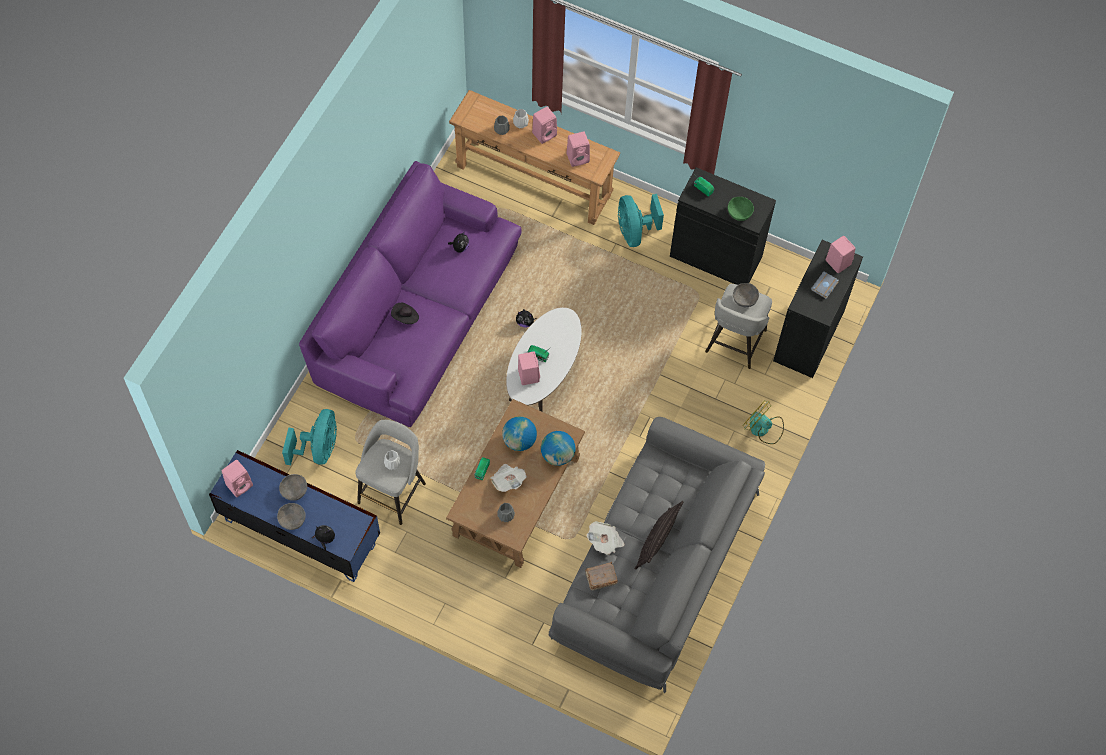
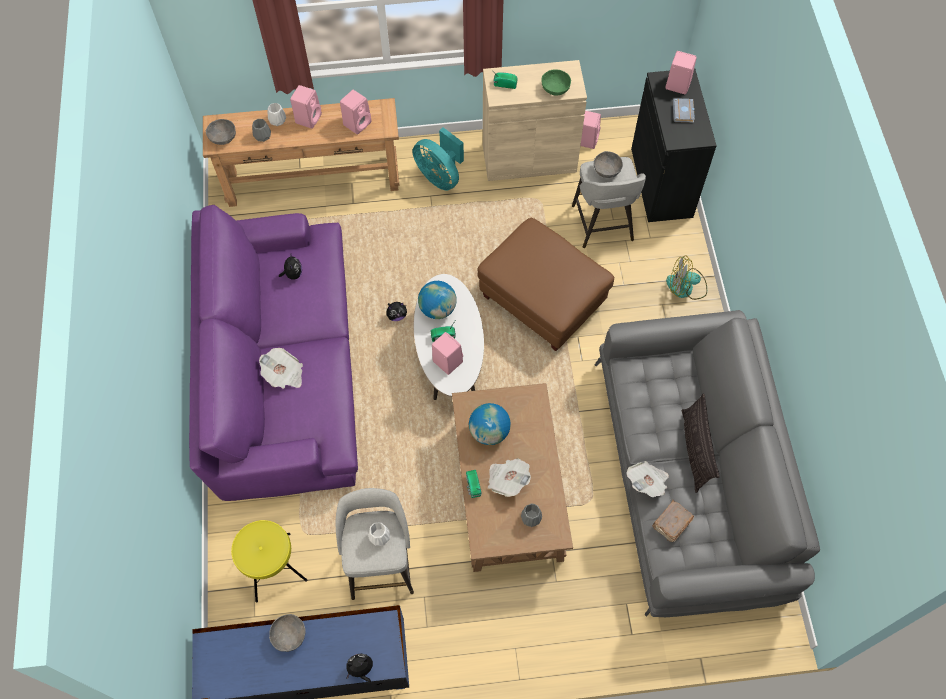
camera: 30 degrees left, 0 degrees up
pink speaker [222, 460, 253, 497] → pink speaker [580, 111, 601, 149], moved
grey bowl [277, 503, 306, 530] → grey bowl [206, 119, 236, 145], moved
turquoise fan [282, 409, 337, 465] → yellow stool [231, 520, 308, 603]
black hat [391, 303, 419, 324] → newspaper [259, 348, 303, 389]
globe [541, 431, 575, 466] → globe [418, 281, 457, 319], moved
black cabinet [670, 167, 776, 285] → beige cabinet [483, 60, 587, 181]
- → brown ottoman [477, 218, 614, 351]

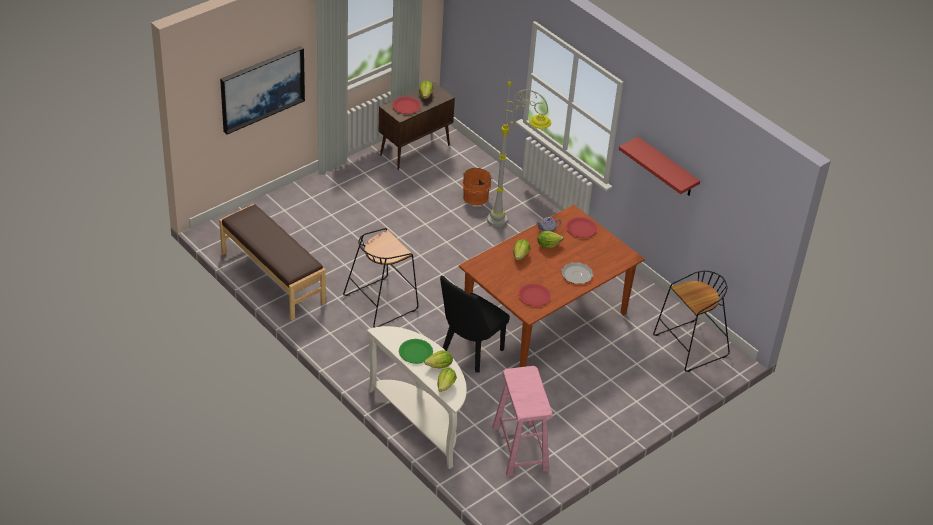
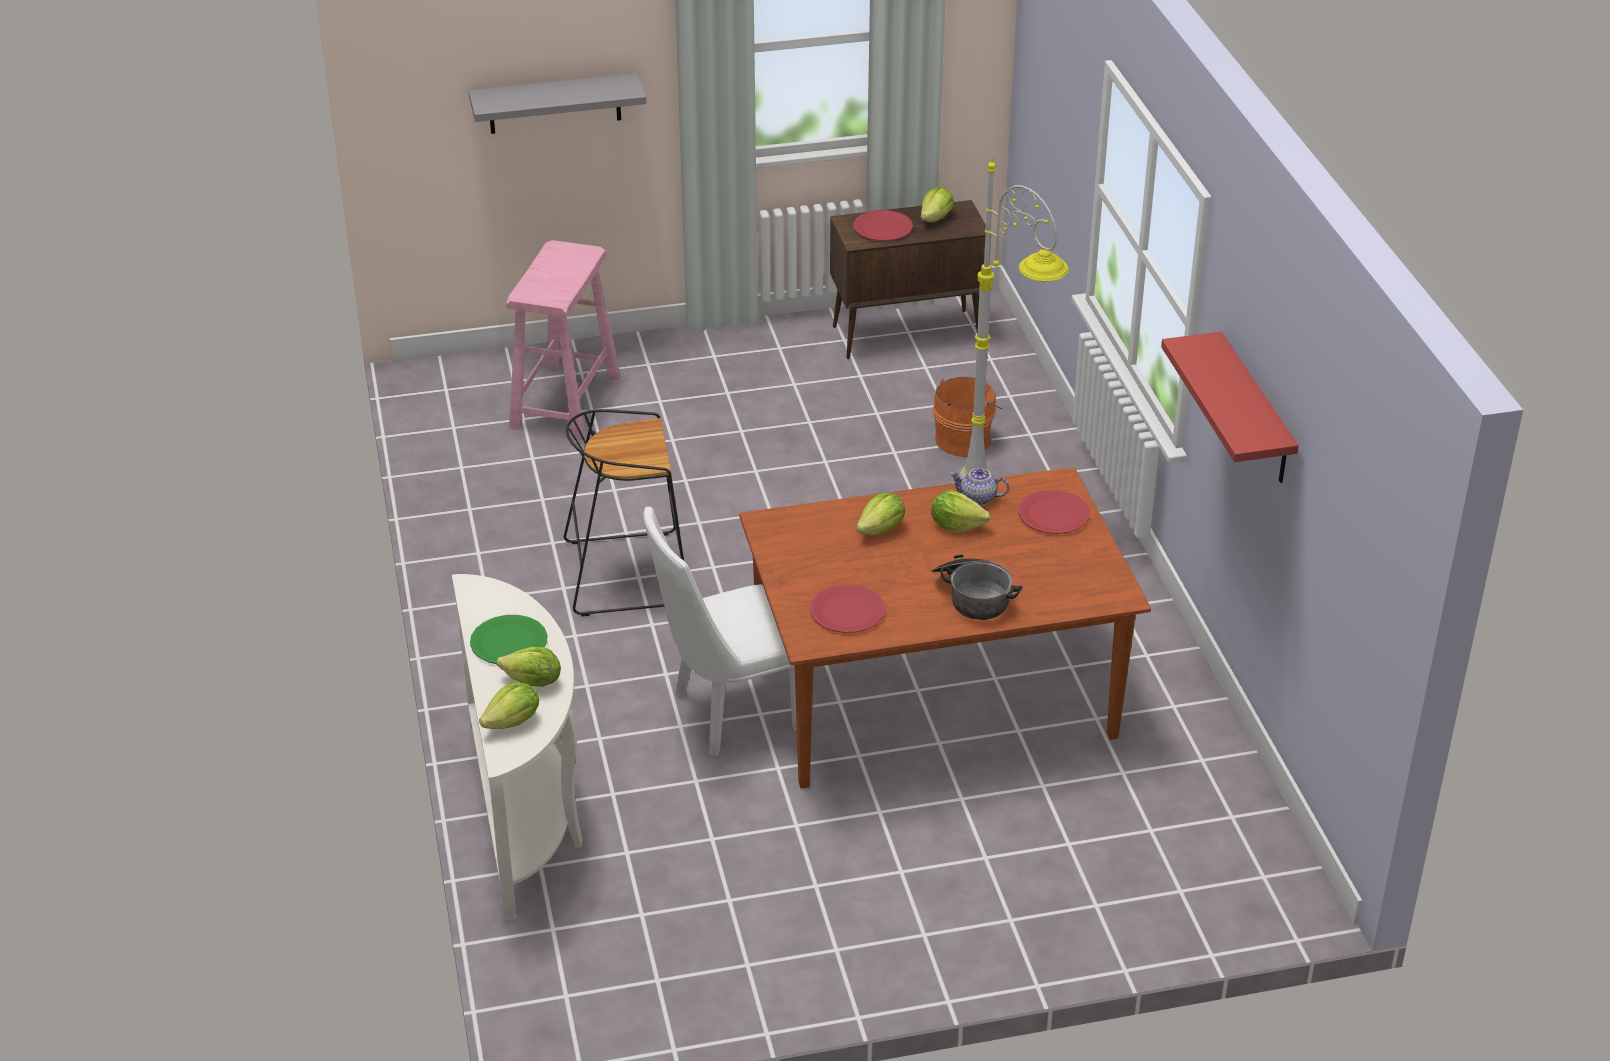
camera: 30 degrees right, 5 degrees down
brown bench [219, 204, 326, 321] → -
picture [220, 46, 305, 135] → grey shelf [468, 73, 646, 134]
black chair [440, 276, 510, 372] → white chair [643, 507, 797, 756]
pink stool [492, 366, 553, 476] → pink stool [506, 240, 621, 440], moved
plate [561, 262, 593, 284] → cooking pot [931, 554, 1023, 620]
black stool [653, 271, 730, 372] → -

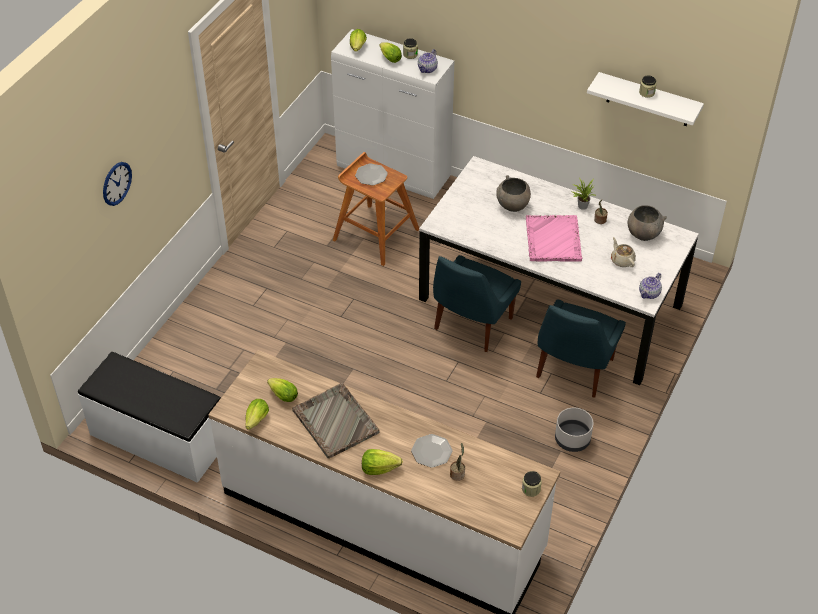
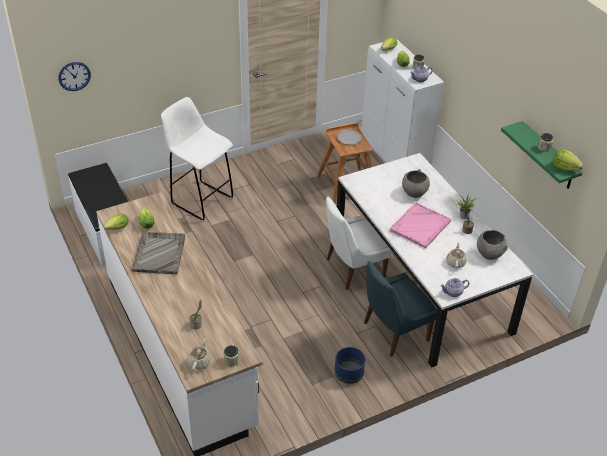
camera: 35 degrees right, 5 degrees down
wall clock [103, 162, 132, 206] → wall clock [58, 62, 91, 91], moved
lettuce [362, 449, 403, 475] → lettuce [553, 149, 584, 171], moved
plate [411, 434, 452, 468] → -
blue chair [433, 255, 521, 352] → white chair [326, 196, 392, 290]
grey planter [555, 408, 593, 452] → blue planter [335, 347, 365, 384]
white shelf [587, 72, 704, 126] → green shelf [501, 121, 582, 189]
- → white stool [161, 97, 233, 221]
- → beige teapot [187, 338, 211, 371]

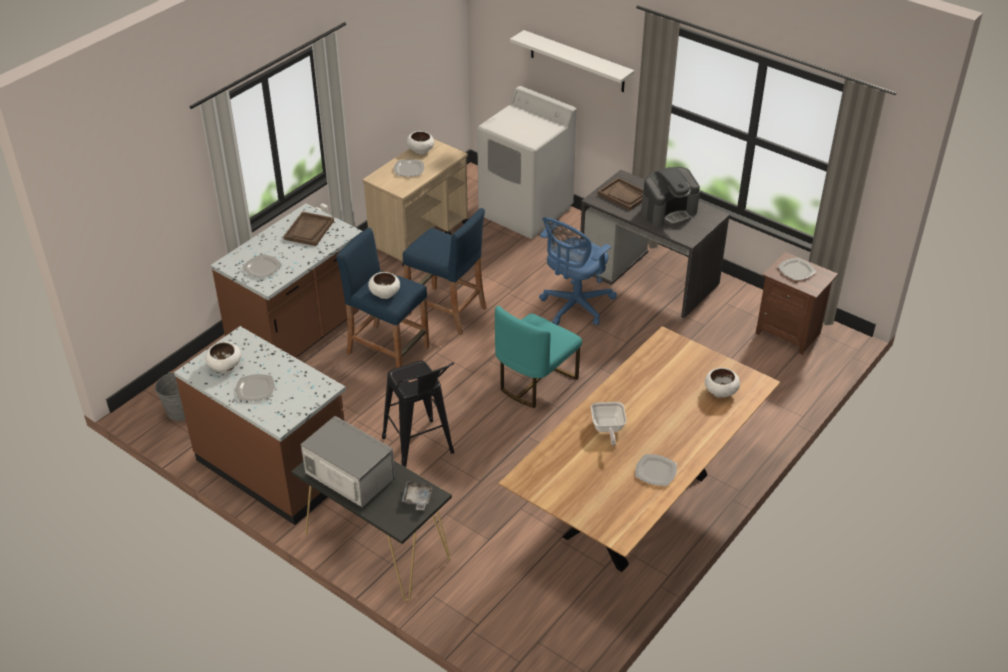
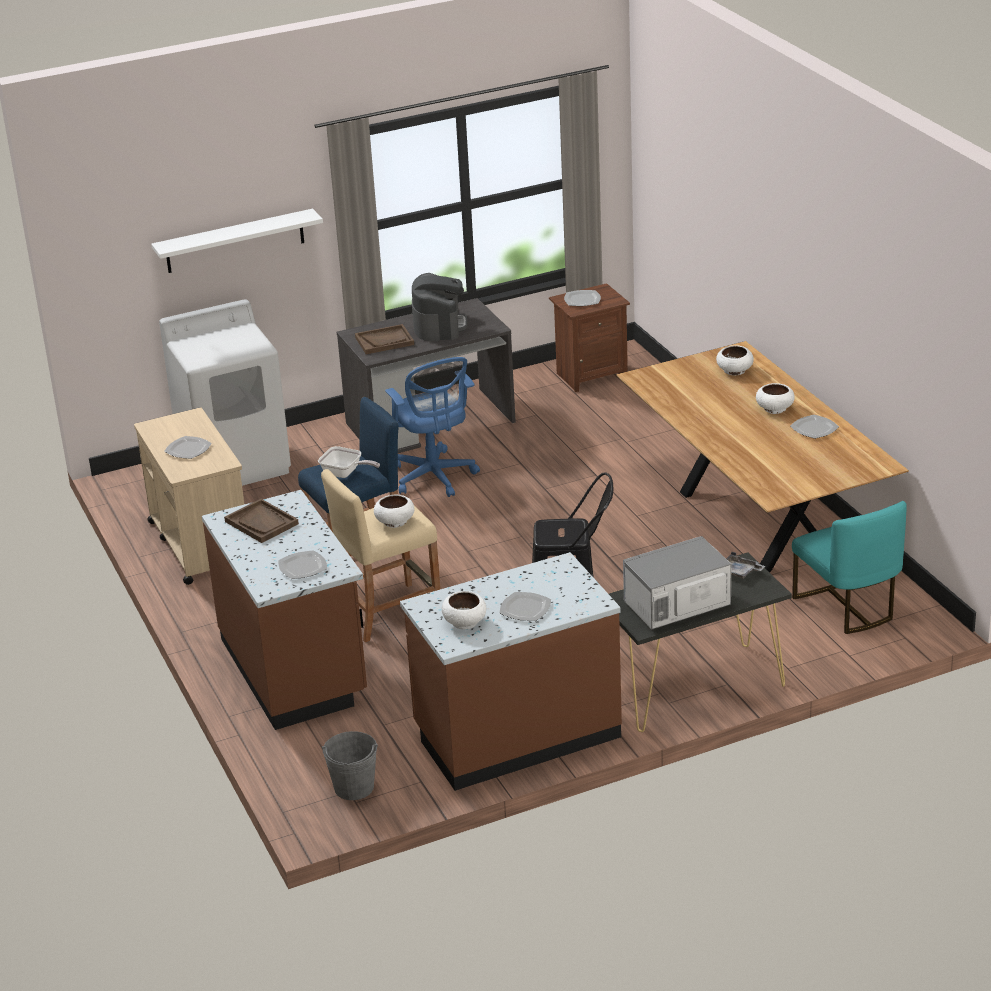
camera: 60 degrees left, 10 degrees down
blue stool [336, 228, 429, 368] → beige stool [321, 469, 440, 642]
white bowl [407, 131, 434, 154] → white bowl [756, 383, 795, 414], moved
turquoise chair [495, 306, 582, 408] → turquoise chair [792, 501, 906, 634], moved
frying pan [591, 402, 627, 446] → frying pan [318, 446, 380, 478], moved

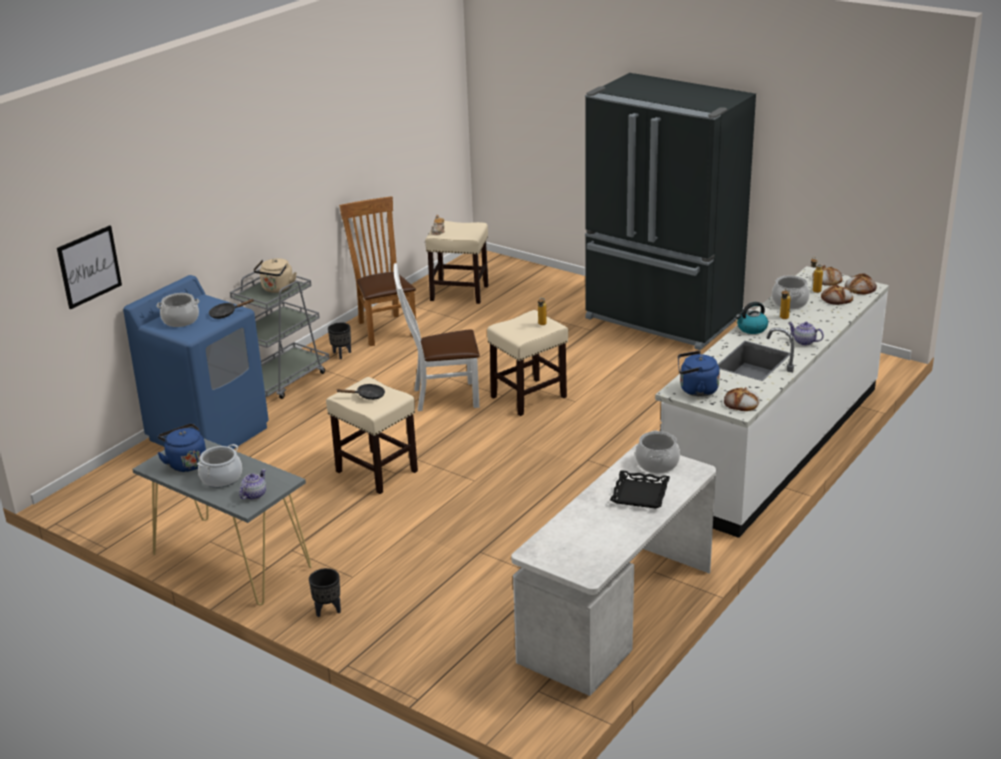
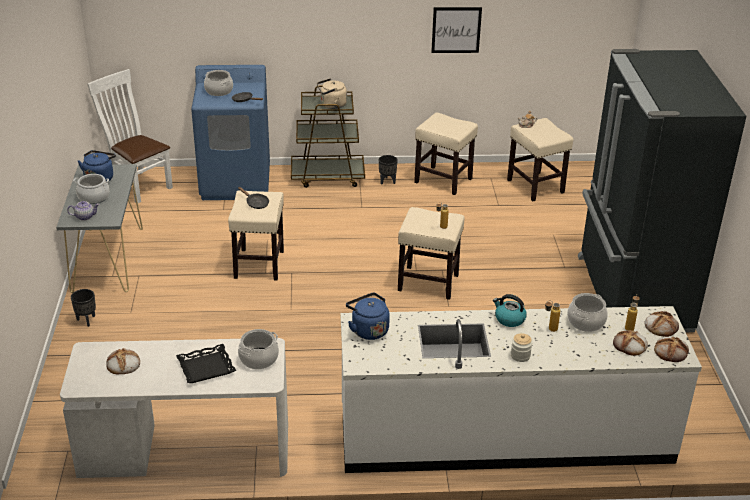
camera: 50 degrees right, 5 degrees up
picture [57, 225, 122, 309] → picture [431, 7, 482, 53], moved
grey cart [230, 269, 330, 399] → brown cart [291, 85, 365, 188]
brown chair [339, 196, 416, 346] → beige stool [414, 113, 478, 195]
white chair [394, 263, 480, 411] → white chair [88, 69, 173, 203], moved
bread [724, 387, 760, 411] → bread [106, 348, 140, 374], moved
teapot [788, 322, 824, 345] → jar [511, 333, 532, 362]

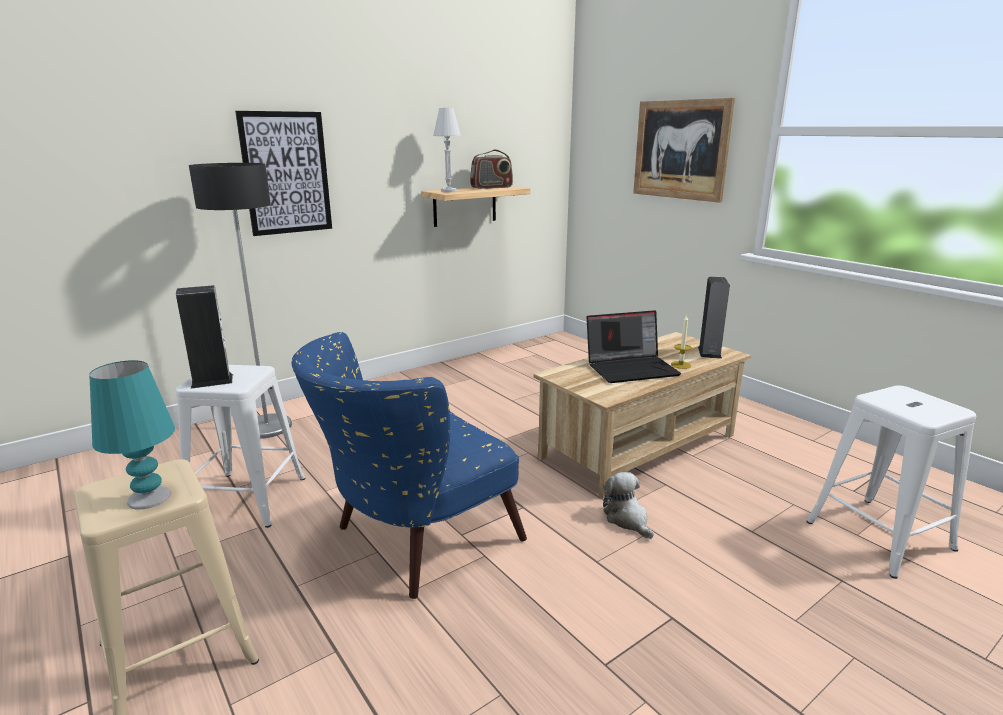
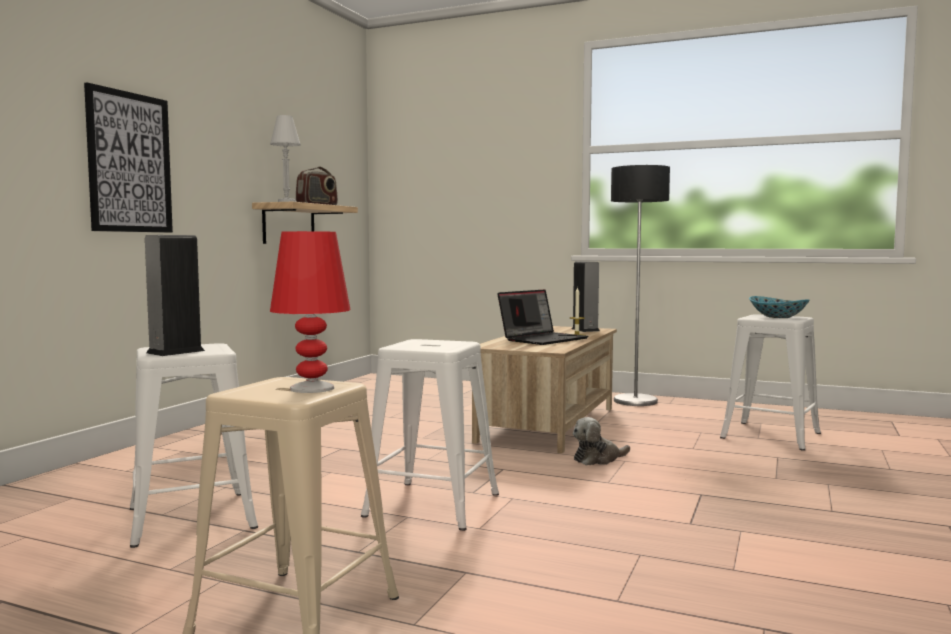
camera: 30 degrees left, 15 degrees down
turquoise table lamp [89, 360, 175, 510] → red table lamp [270, 231, 351, 393]
floor lamp [189, 163, 292, 439] → floor lamp [611, 165, 670, 406], moved
blue armchair [292, 332, 527, 599] → white stool [361, 339, 499, 531]
plush toy [603, 472, 654, 539] → plush toy [573, 417, 630, 465], 60 degrees counterclockwise
picture [633, 98, 735, 203] → -
- → bowl [749, 296, 810, 318]

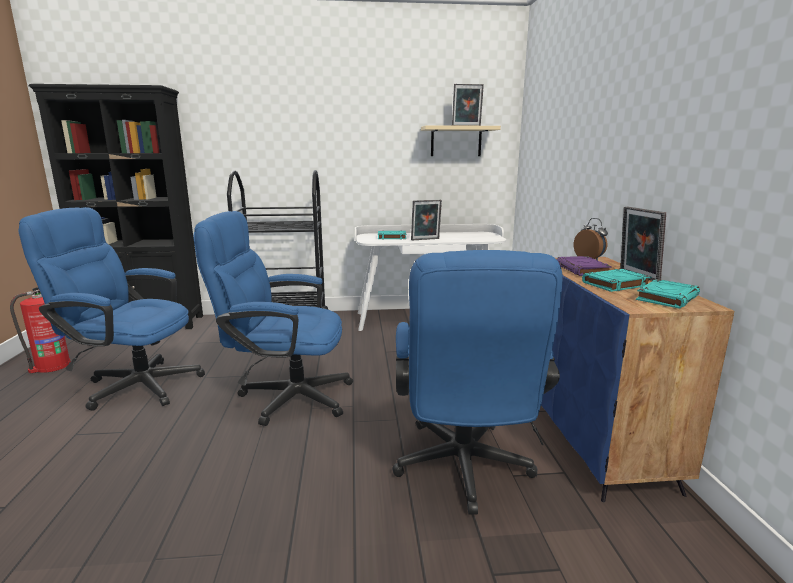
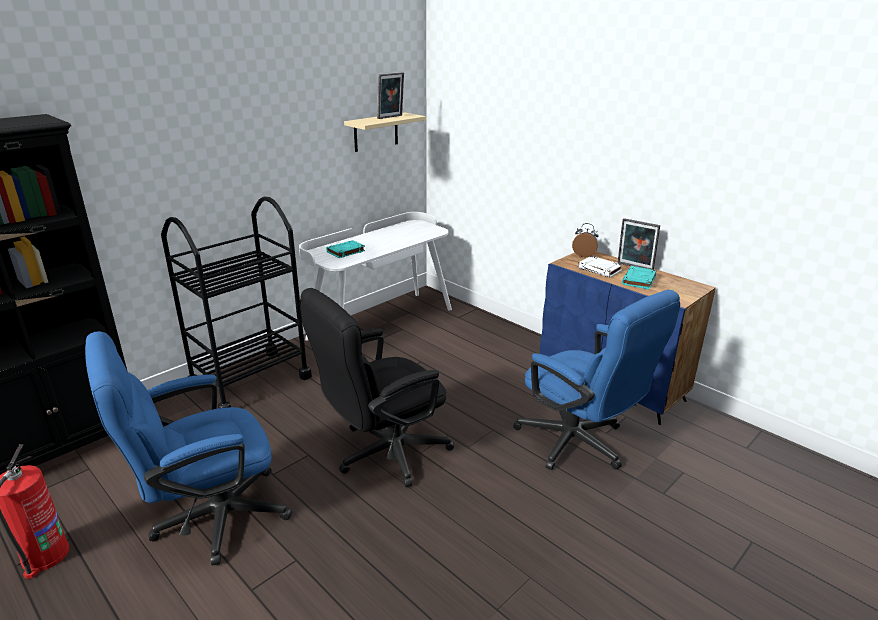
camera: 40 degrees left, 10 degrees up
blue office chair [193, 211, 353, 426] → black office chair [300, 288, 454, 487]
picture frame [411, 200, 442, 240] → -
purple book [557, 256, 612, 276] → white book [578, 256, 623, 278]
turquoise book [636, 279, 700, 309] → -

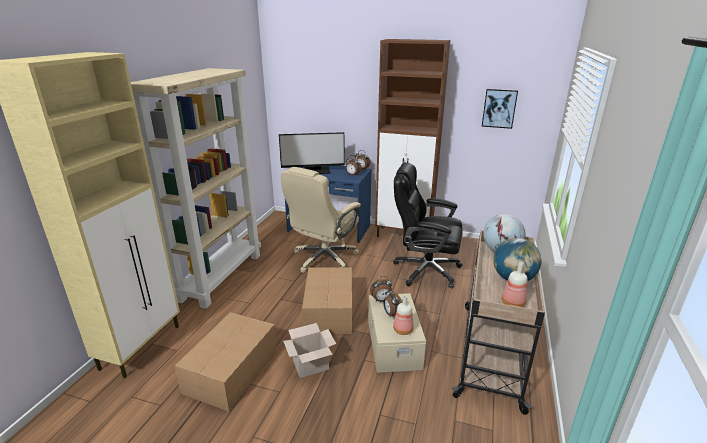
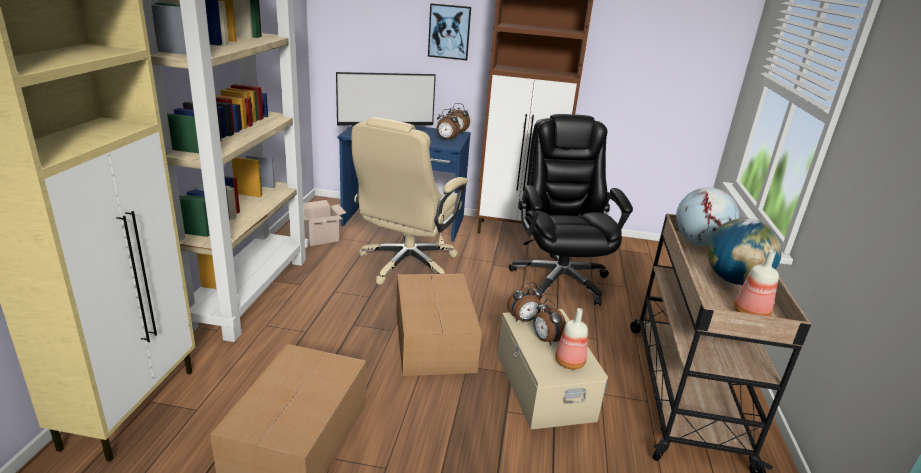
camera: 10 degrees left, 0 degrees up
cardboard box [283, 323, 336, 378] → cardboard box [303, 200, 346, 246], moved
black office chair [393, 162, 463, 289] → black office chair [509, 114, 633, 306], 75 degrees clockwise
picture [482, 89, 518, 129] → picture [428, 3, 471, 60], moved

